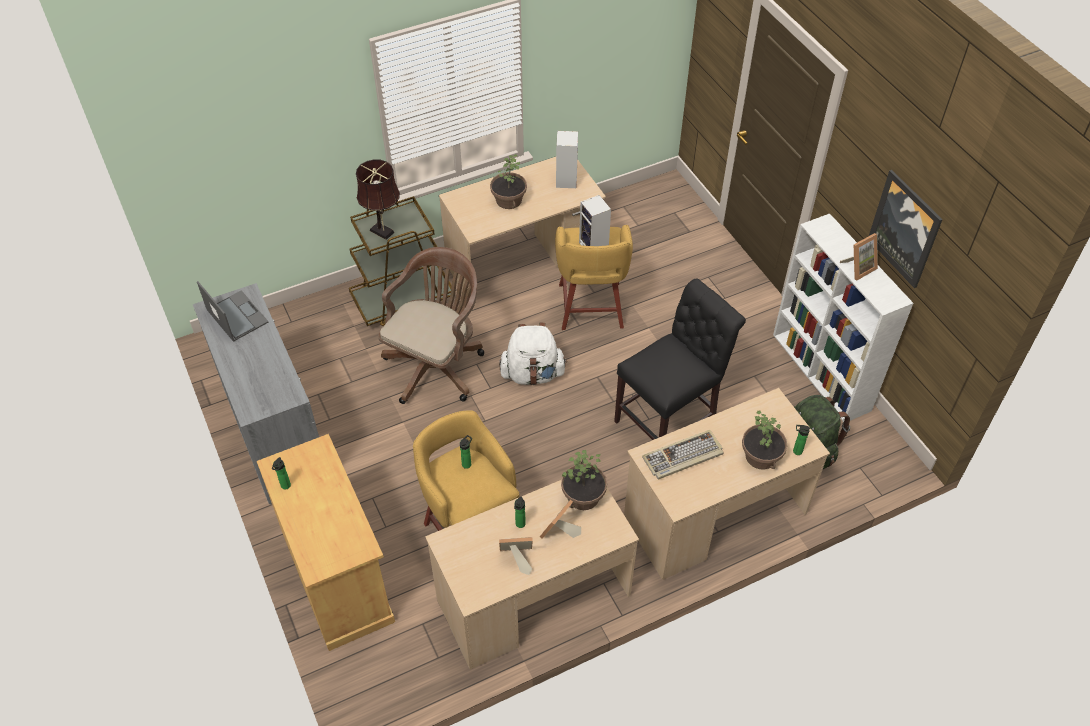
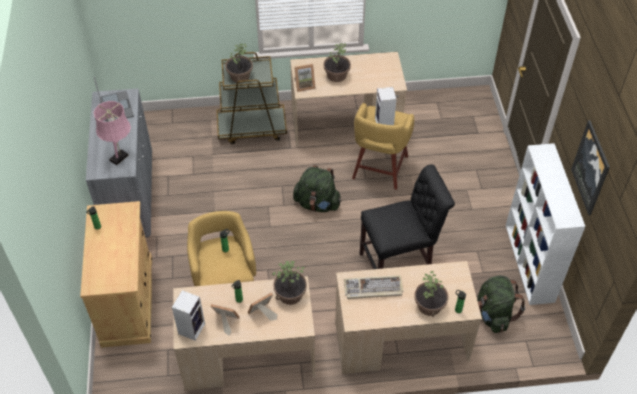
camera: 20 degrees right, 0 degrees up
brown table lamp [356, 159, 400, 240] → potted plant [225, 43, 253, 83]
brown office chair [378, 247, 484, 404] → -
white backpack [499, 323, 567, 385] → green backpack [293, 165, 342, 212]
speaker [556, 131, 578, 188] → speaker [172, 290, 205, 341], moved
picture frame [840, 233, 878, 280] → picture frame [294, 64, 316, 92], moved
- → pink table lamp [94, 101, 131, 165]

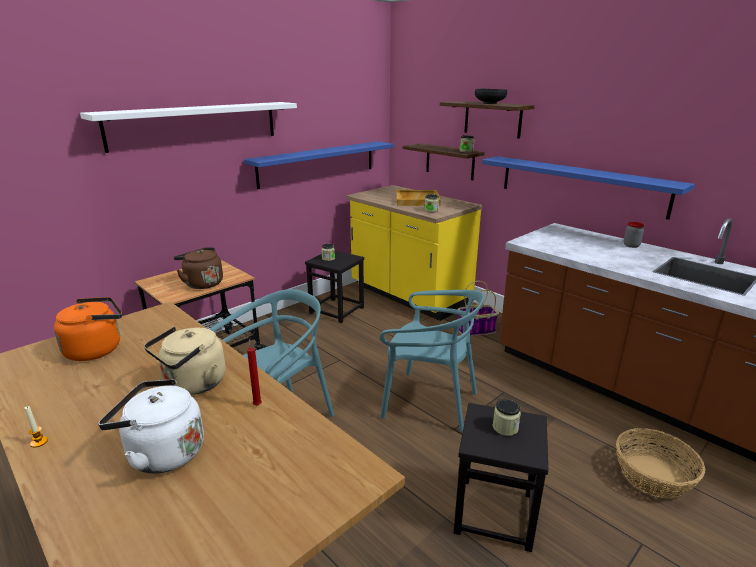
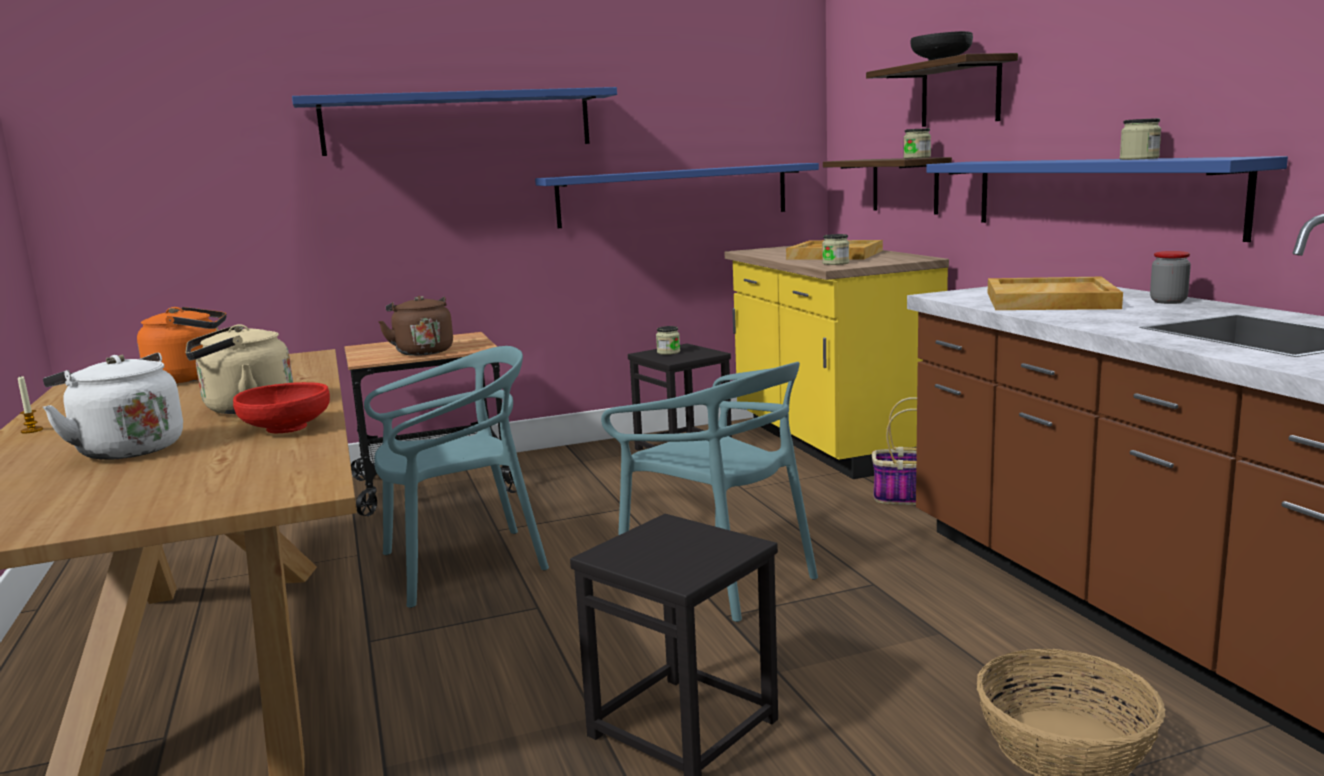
camera: 25 degrees right, 10 degrees down
white shelf [80, 102, 297, 153] → blue shelf [292, 87, 617, 156]
red candle [247, 339, 262, 406] → red bowl [233, 382, 330, 433]
jar [493, 399, 521, 436] → jar [1120, 118, 1161, 160], moved
- → beige tray [988, 277, 1123, 310]

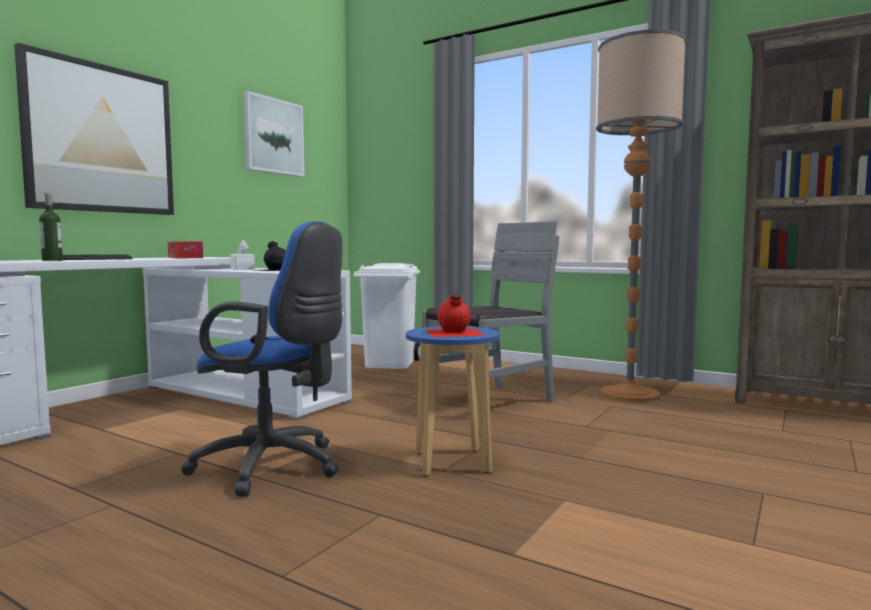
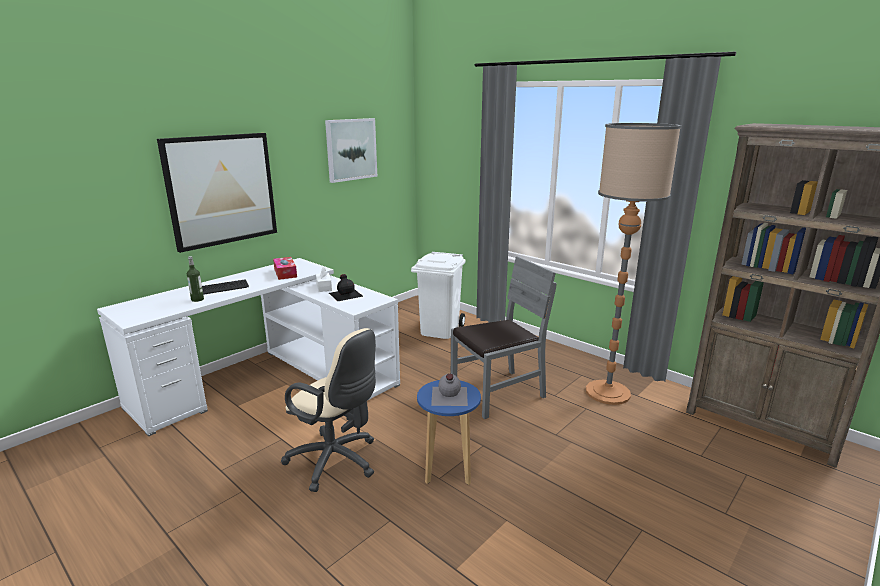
camera: 10 degrees right, 15 degrees up
blue office chair [181, 221, 343, 496] → beige office chair [281, 328, 376, 492]
red bottle [425, 292, 486, 337] → grey bottle [431, 374, 468, 406]

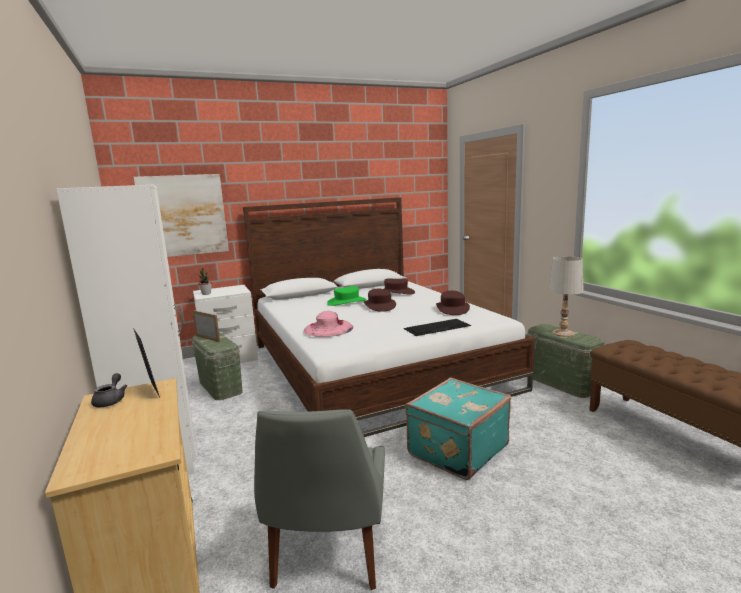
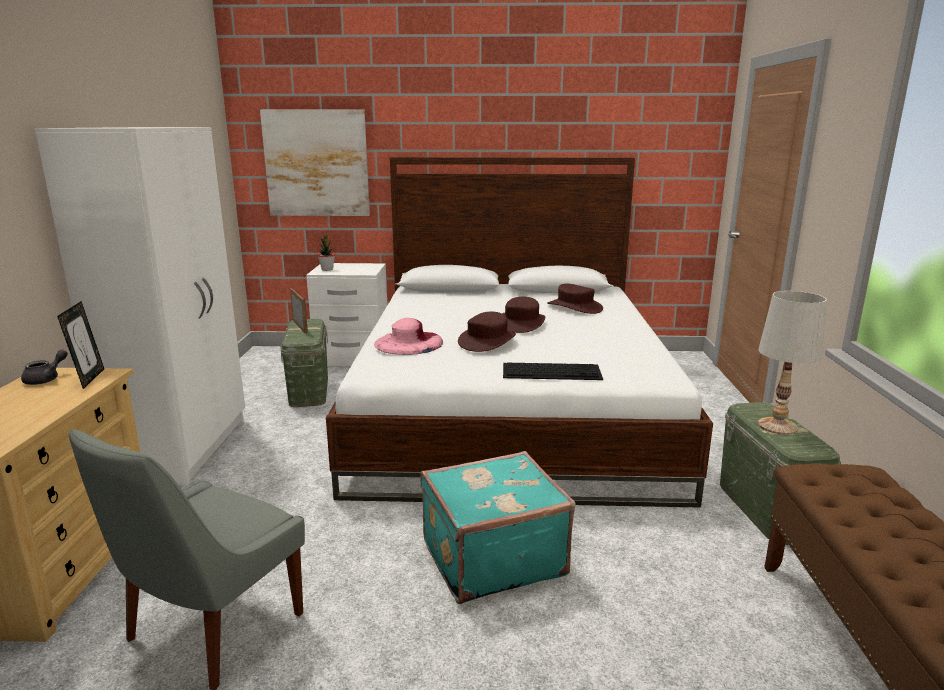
camera: 25 degrees right, 5 degrees up
green hat [327, 286, 367, 306] → -
brown hat [436, 291, 470, 315] → brown hat [458, 312, 516, 352], moved

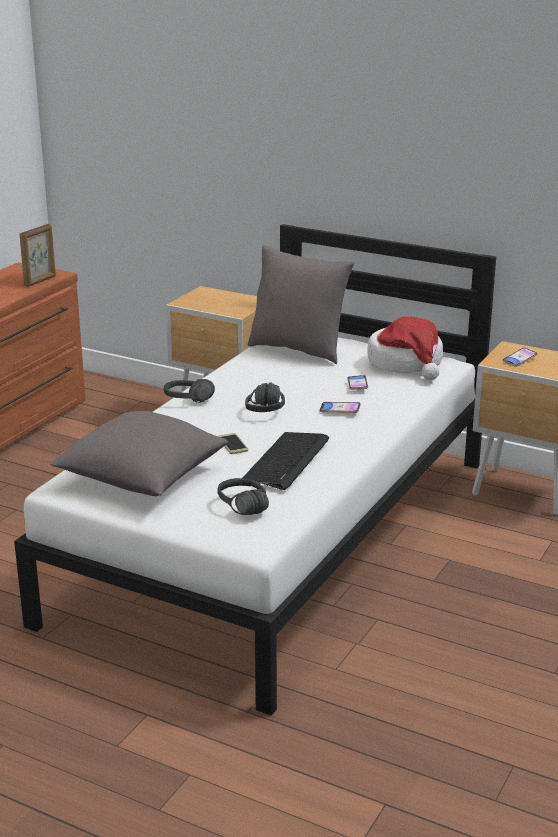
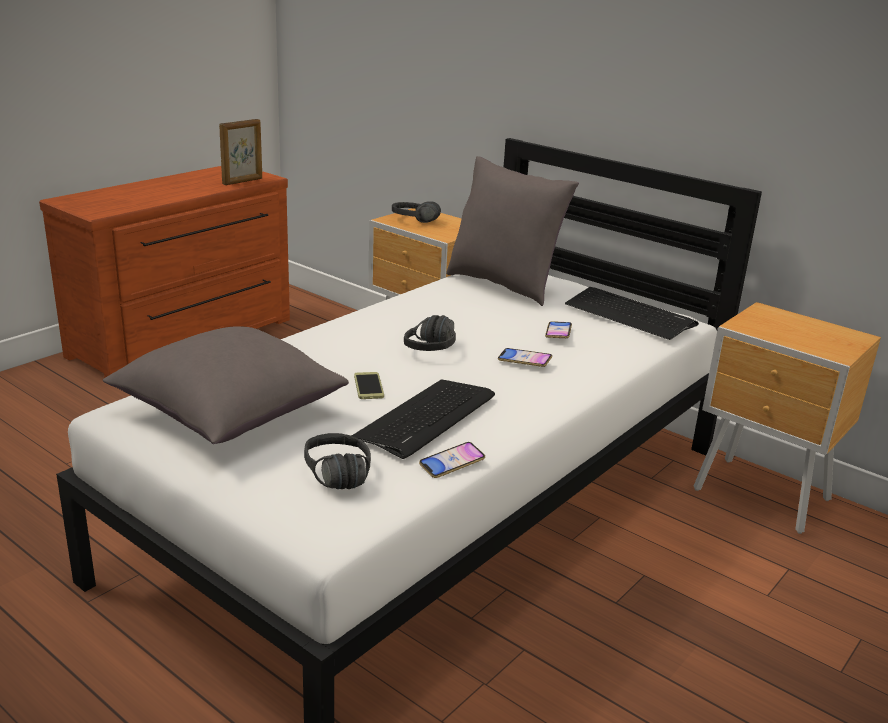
camera: 10 degrees right, 0 degrees up
black headphones [164, 379, 215, 403] → black headphones [392, 201, 441, 223], moved
hat [367, 317, 443, 380] → keyboard [565, 287, 699, 340]
phone [503, 348, 537, 367] → phone [419, 442, 485, 478], moved

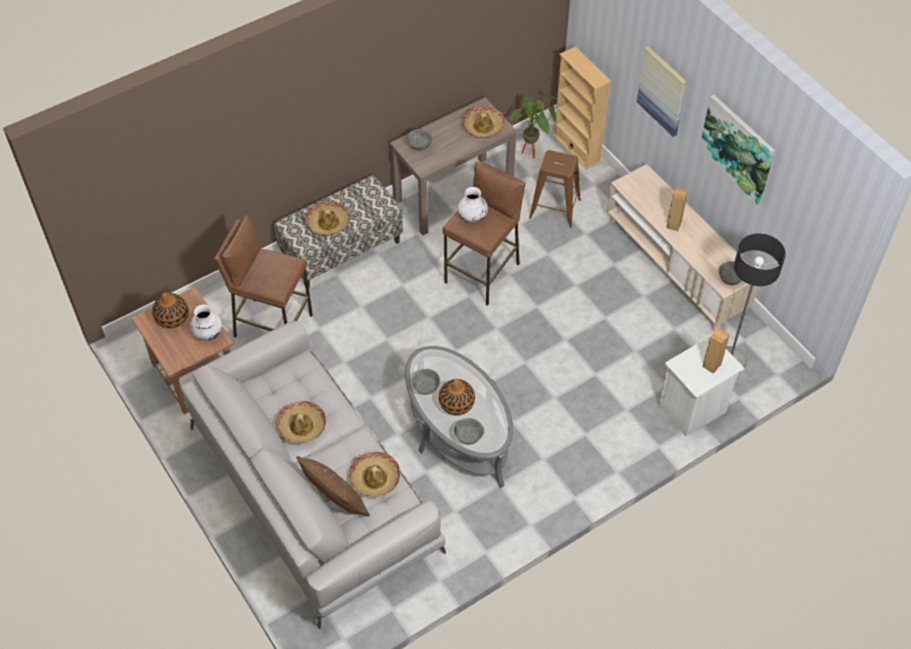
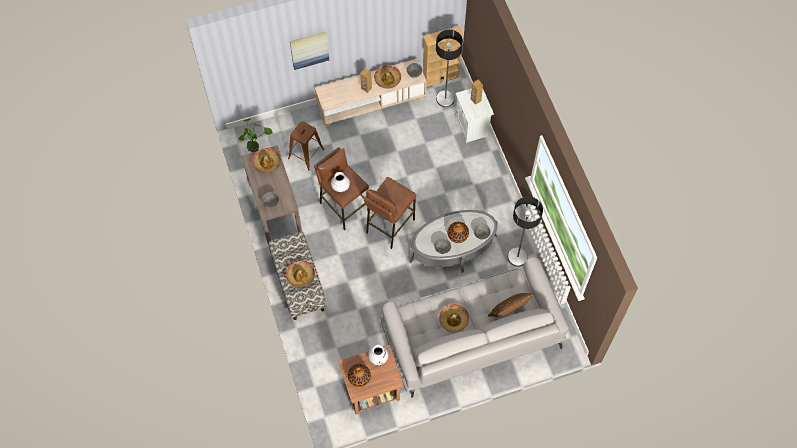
camera: 75 degrees left, 10 degrees up
brown stool [214, 215, 313, 337] → brown stool [363, 177, 416, 249], moved
hat [349, 452, 400, 497] → hat [374, 65, 401, 89], moved
beige bookcase [553, 46, 611, 169] → beige bookcase [423, 26, 463, 87], moved
picture [699, 95, 775, 205] → -
- → floor lamp [508, 196, 543, 267]

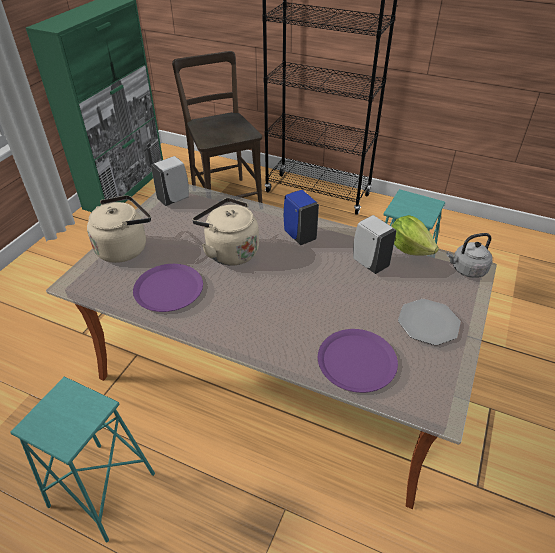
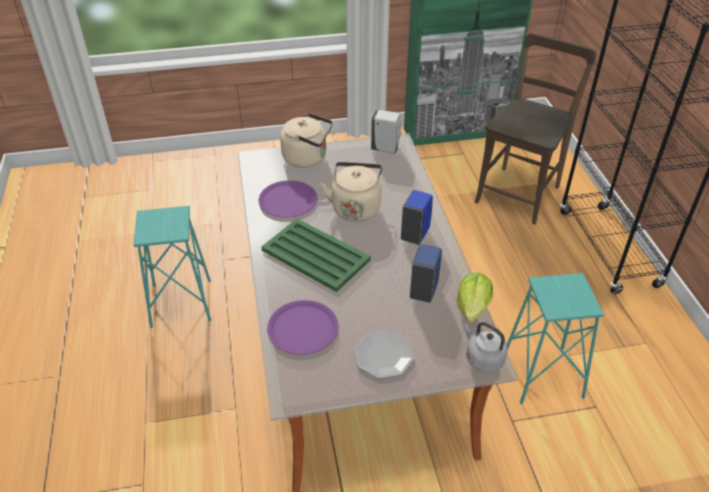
camera: 55 degrees right, 0 degrees up
white soap dispenser [353, 215, 396, 274] → blue soap dispenser [410, 244, 442, 303]
- → green tray [262, 219, 371, 292]

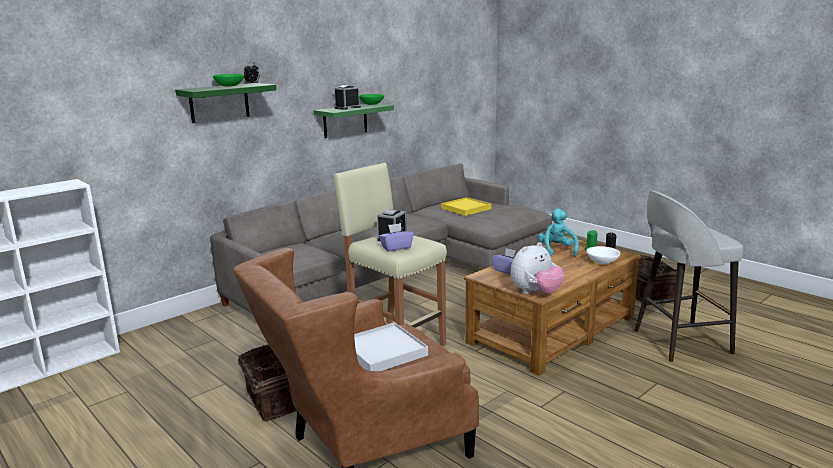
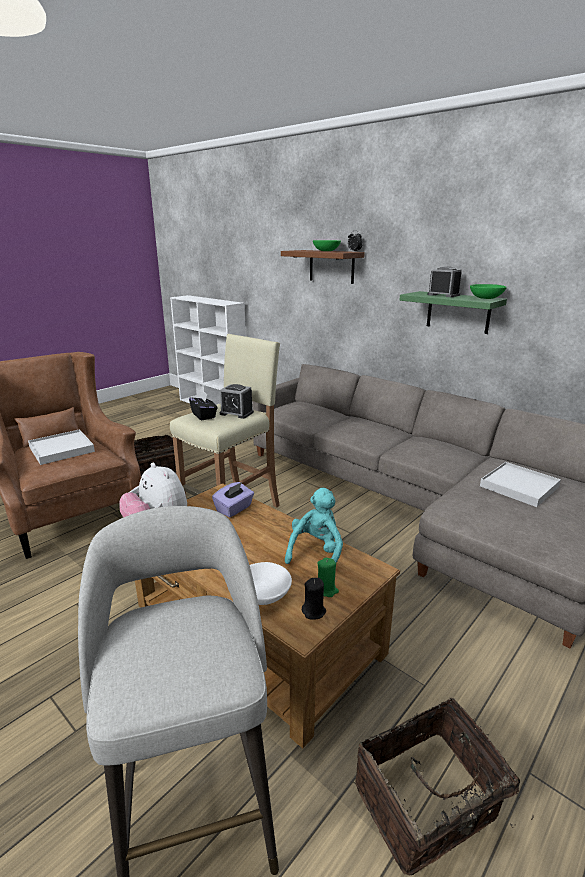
camera: 85 degrees right, 5 degrees up
green shelf [175, 83, 276, 123] → brown shelf [281, 250, 365, 284]
purple tissue box [379, 223, 414, 251] → black tissue box [189, 392, 217, 420]
yellow tray [441, 197, 491, 216] → white tray [480, 462, 561, 507]
turquoise plush toy [538, 208, 579, 257] → turquoise plush toy [285, 487, 343, 564], 60 degrees counterclockwise

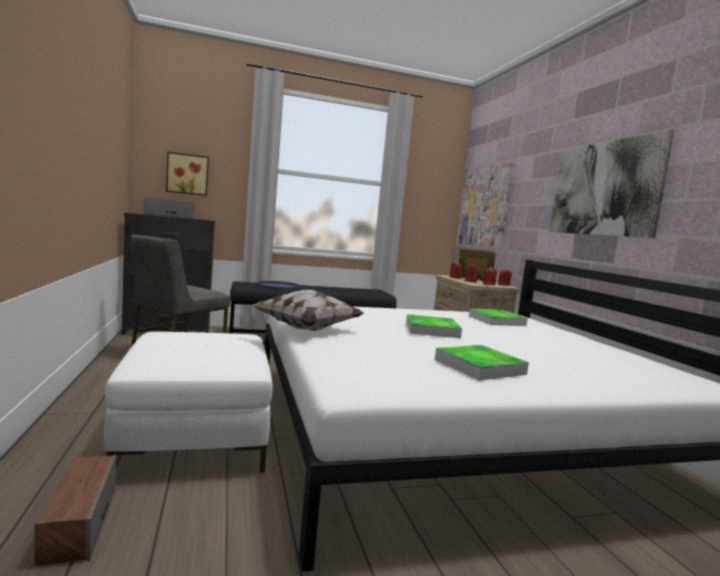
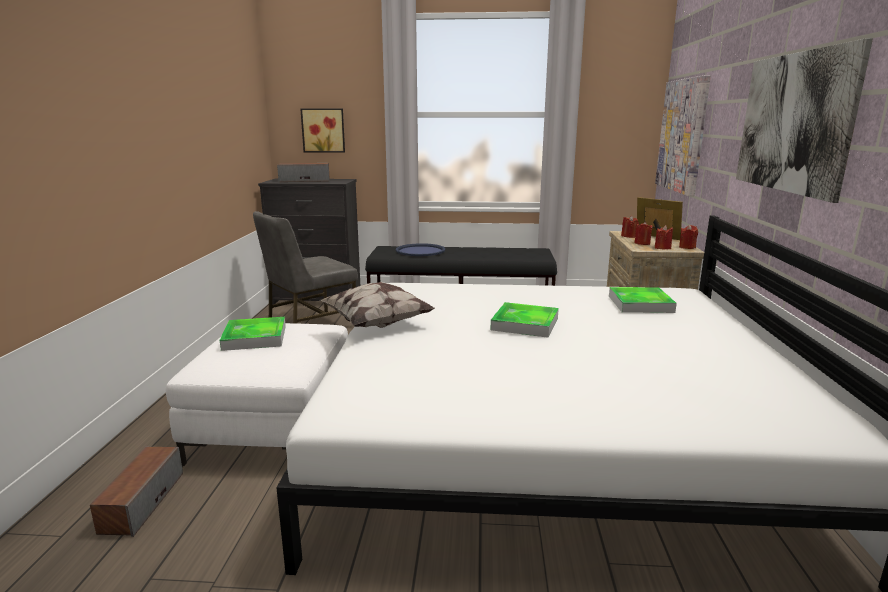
camera: 20 degrees right, 10 degrees up
tray [435, 345, 529, 380] → tray [220, 317, 286, 351], moved

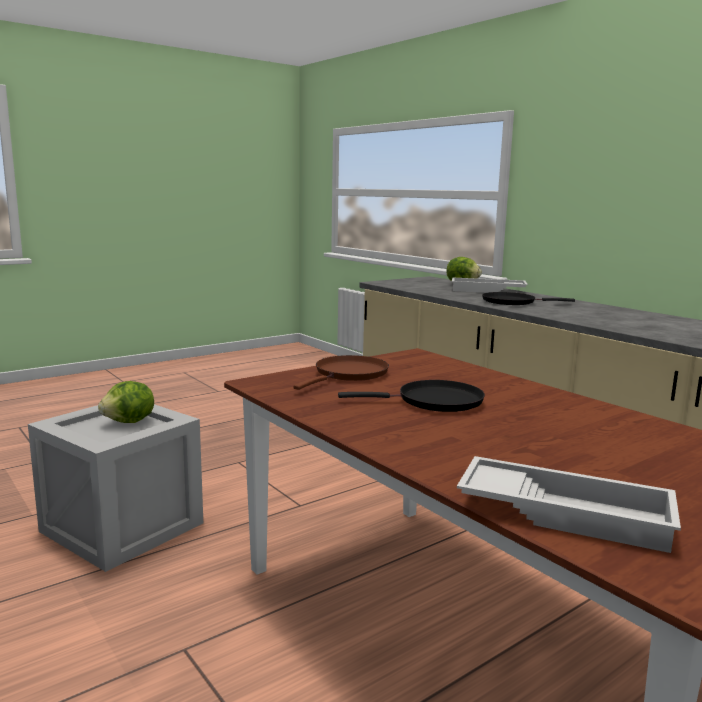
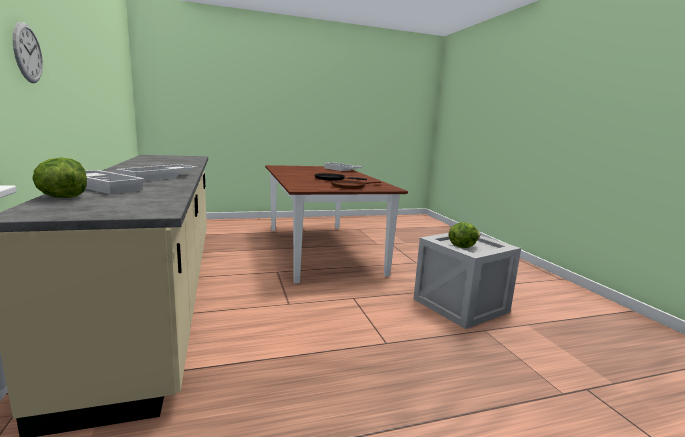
camera: 160 degrees left, 0 degrees up
black frying pan [482, 292, 575, 305] → white tray [115, 164, 198, 182]
- → wall clock [13, 22, 43, 83]

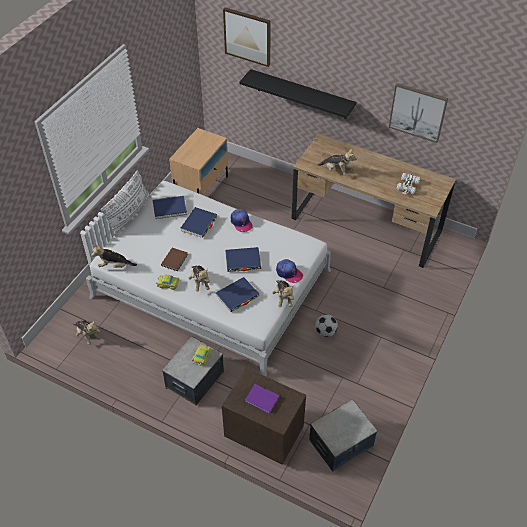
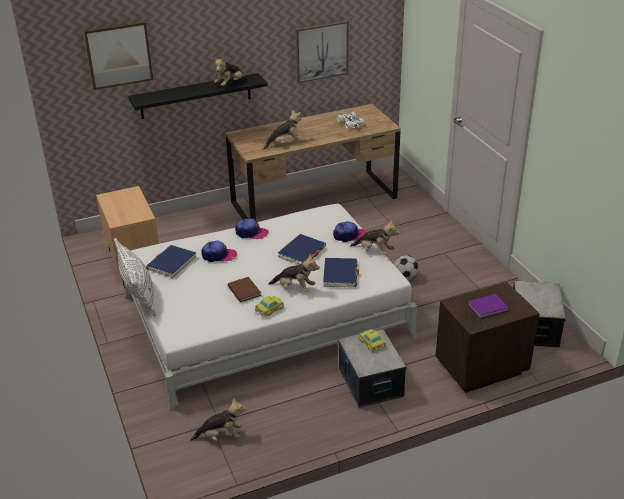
camera: 50 degrees left, 15 degrees down
plush toy [91, 244, 137, 268] → plush toy [214, 58, 246, 86], moved
blue book [181, 207, 217, 238] → cap [201, 241, 237, 262]

